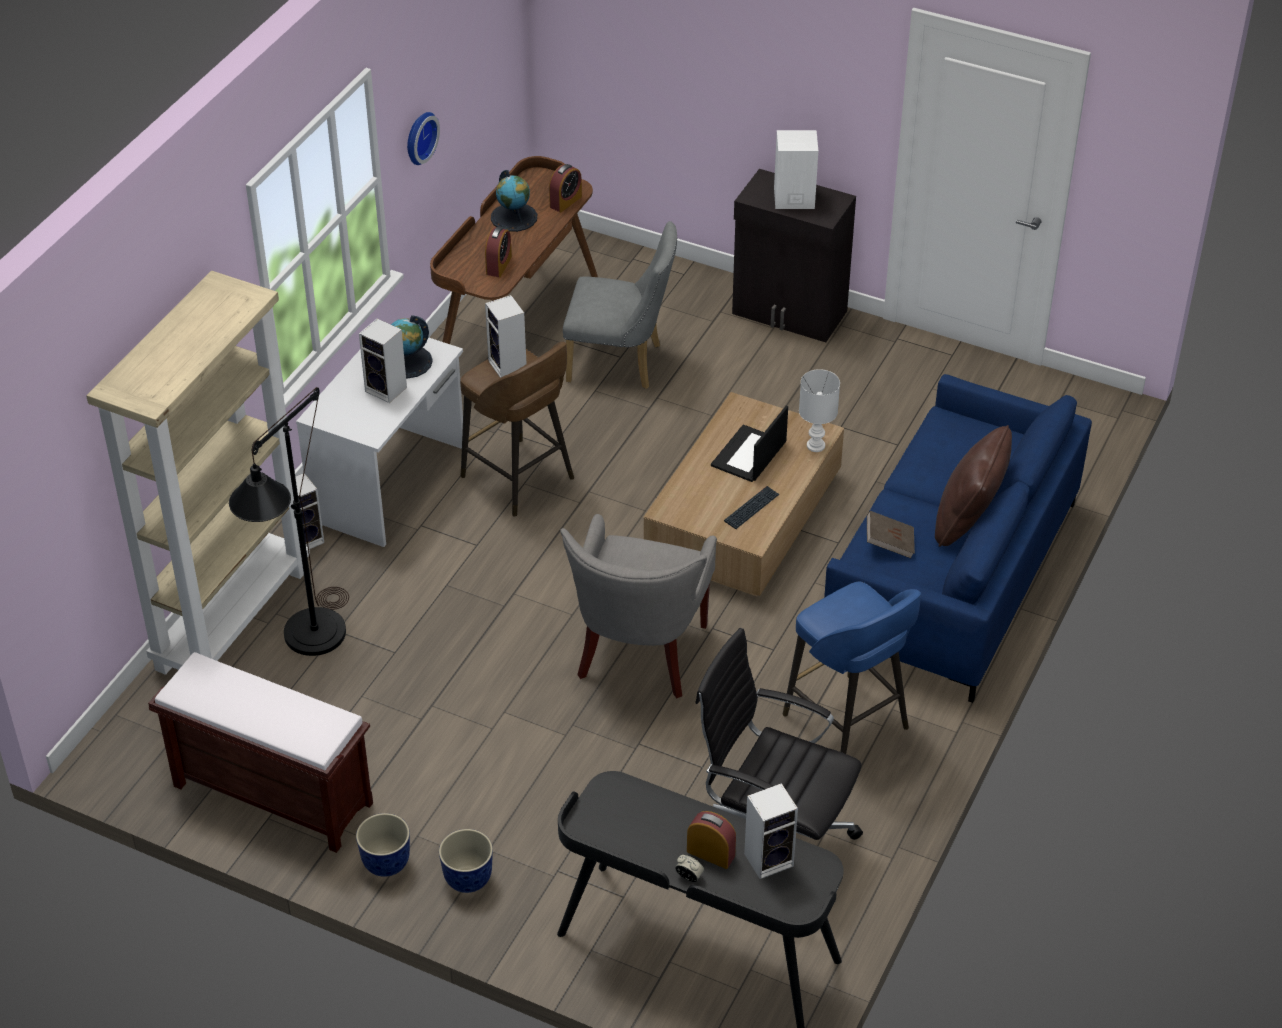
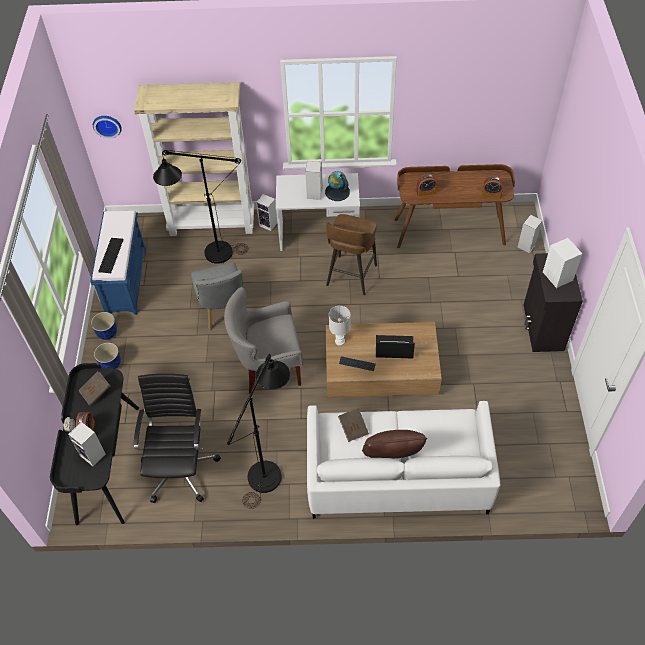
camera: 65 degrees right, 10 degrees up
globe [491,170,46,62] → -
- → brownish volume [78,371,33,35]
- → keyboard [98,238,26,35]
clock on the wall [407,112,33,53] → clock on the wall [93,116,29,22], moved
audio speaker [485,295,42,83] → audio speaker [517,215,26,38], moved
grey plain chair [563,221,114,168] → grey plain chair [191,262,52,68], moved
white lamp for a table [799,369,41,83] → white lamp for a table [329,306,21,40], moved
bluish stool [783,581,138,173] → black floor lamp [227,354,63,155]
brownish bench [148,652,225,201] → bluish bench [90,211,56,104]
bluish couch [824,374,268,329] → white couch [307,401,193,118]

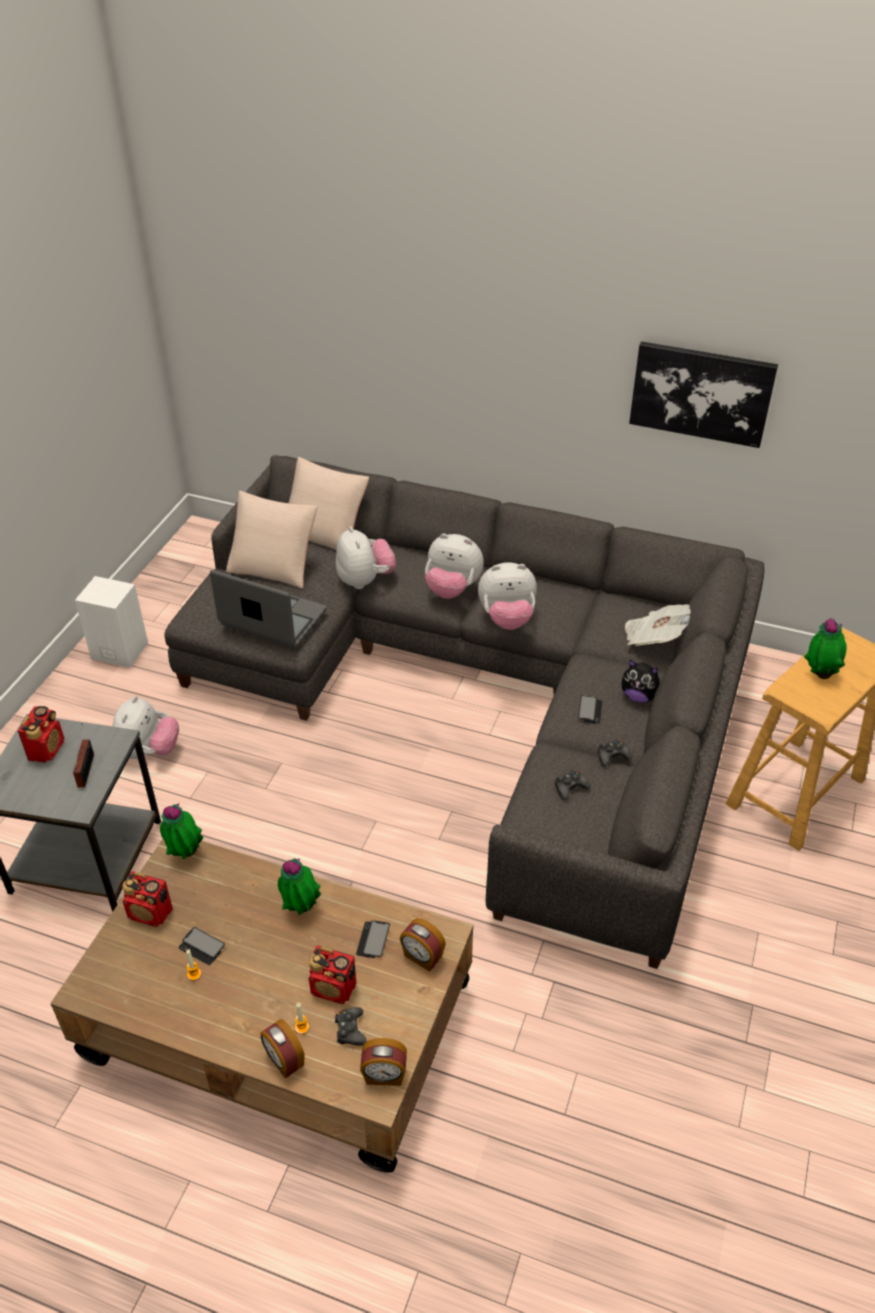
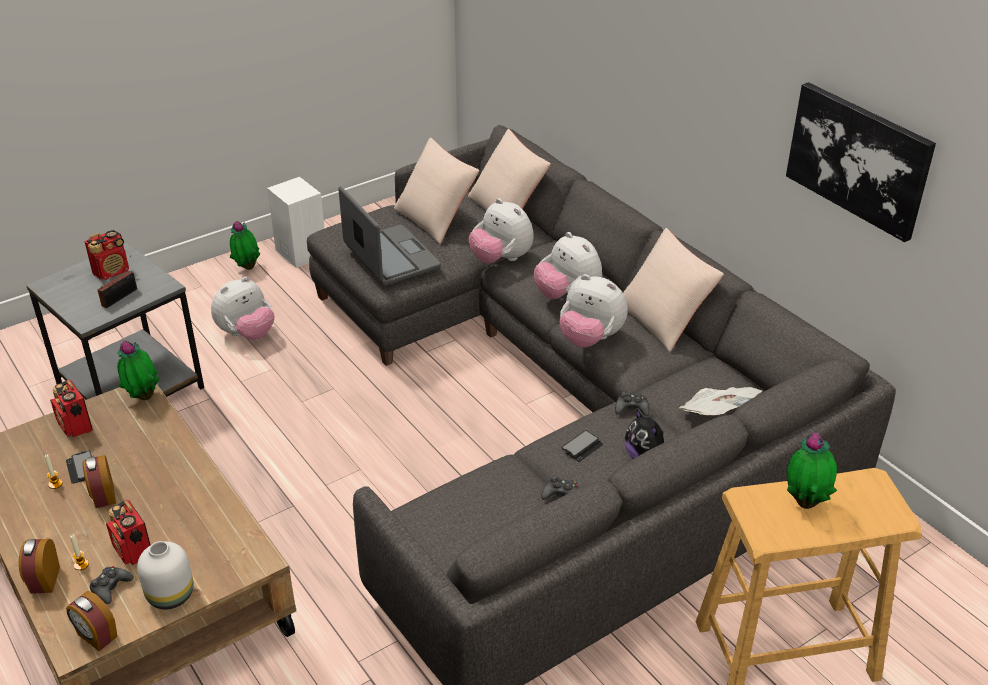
camera: 35 degrees right, 5 degrees down
handset [356,920,34,38] → -
- → white vase [137,541,56,69]
- → beige-coloured cushion [623,228,101,124]
houseplant [278,858,43,57] → houseplant [230,221,30,49], moved
table clock [400,918,46,54] → table clock [83,455,33,53], moved
black gamepad [555,770,35,30] → black gamepad [615,392,34,24], moved
soft toy [336,526,60,63] → soft toy [469,198,65,66], 120 degrees clockwise

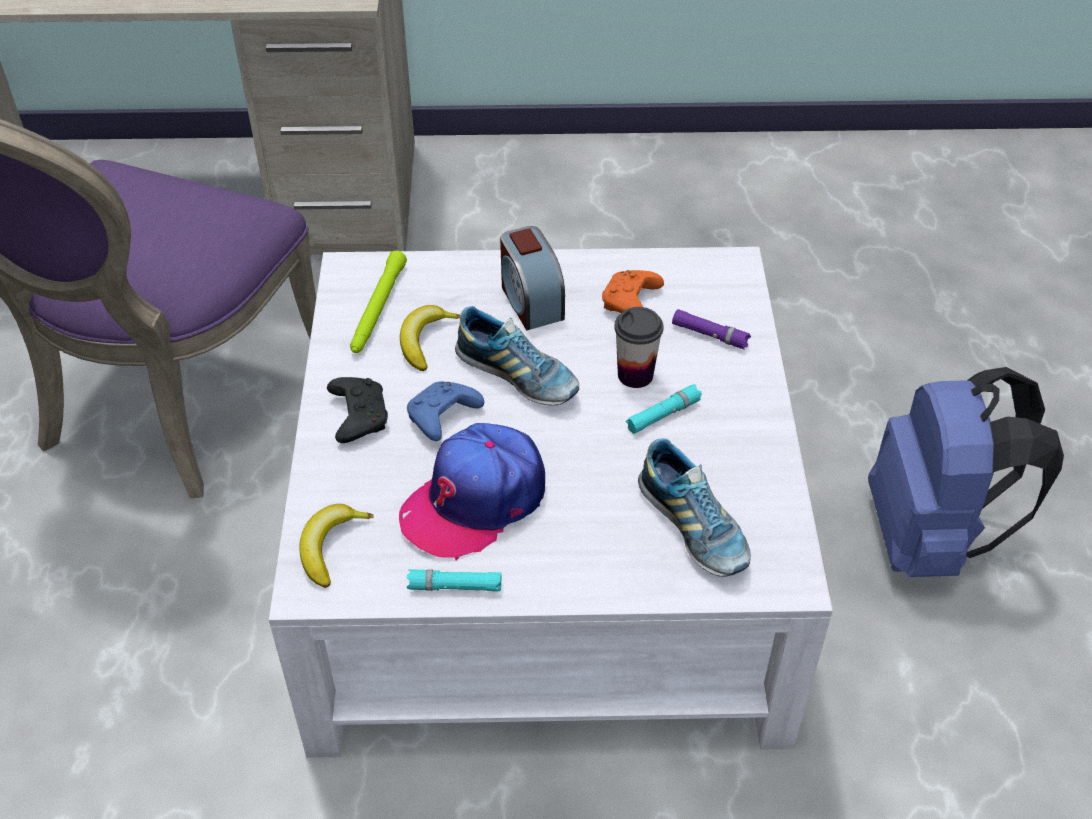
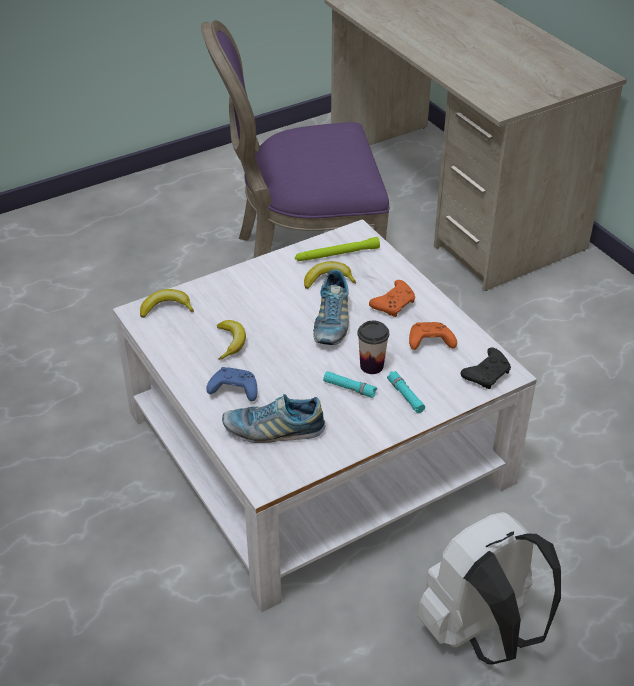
camera: 60 degrees right, 5 degrees down
purple-coloured flashlight [672,309,79,41] → -
black gamepad [327,377,61,66] → black gamepad [461,348,50,41], moved
bluish gamepad [407,381,77,60] → bluish gamepad [206,367,52,34], moved
blue-green flashlight [407,569,94,23] → blue-green flashlight [387,371,38,42], moved
baseball cap [399,423,146,138] → banana [217,320,29,40]
table clock [500,226,65,104] → orangey gamepad [369,280,46,37]
bluish rucksack [868,367,196,210] → white rucksack [417,512,144,153]
shoe [638,439,113,138] → shoe [222,394,104,49], 60 degrees clockwise

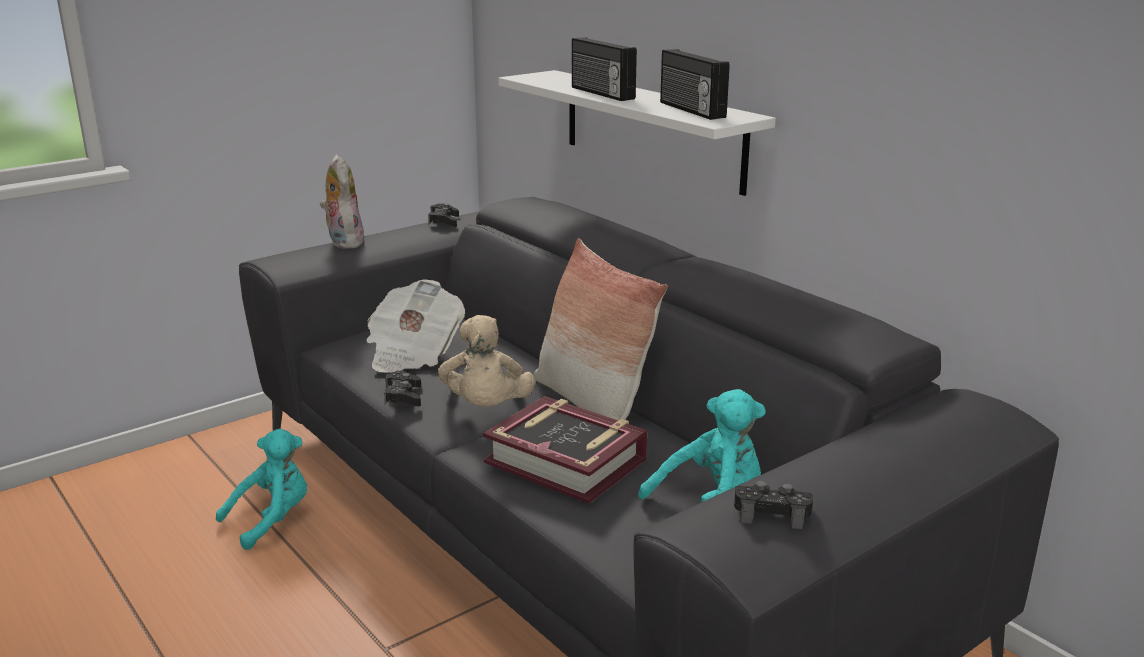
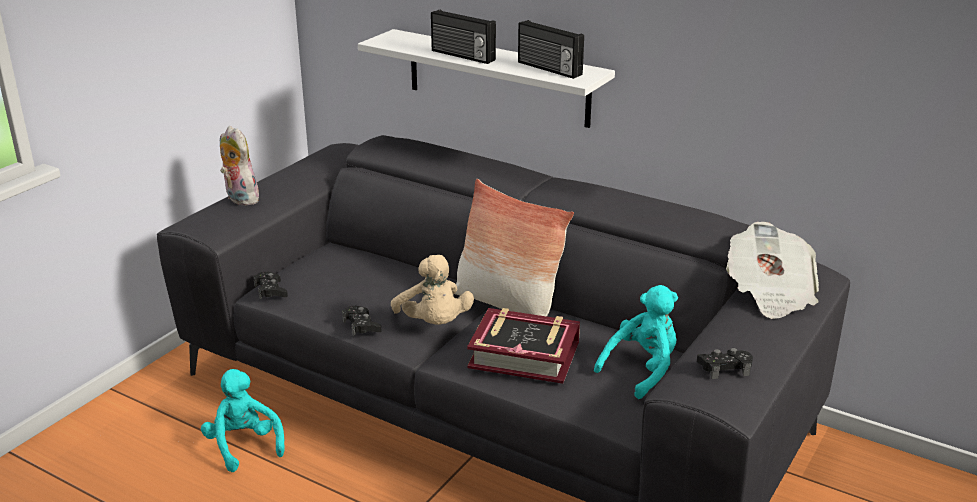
camera: 20 degrees left, 5 degrees up
daily paper [366,280,99,93] → daily paper [726,222,93,97], moved
black gamepad [428,203,31,24] → black gamepad [253,272,35,28], moved
blue-green soft toy [216,429,91,121] → blue-green soft toy [201,369,84,103], 60 degrees counterclockwise

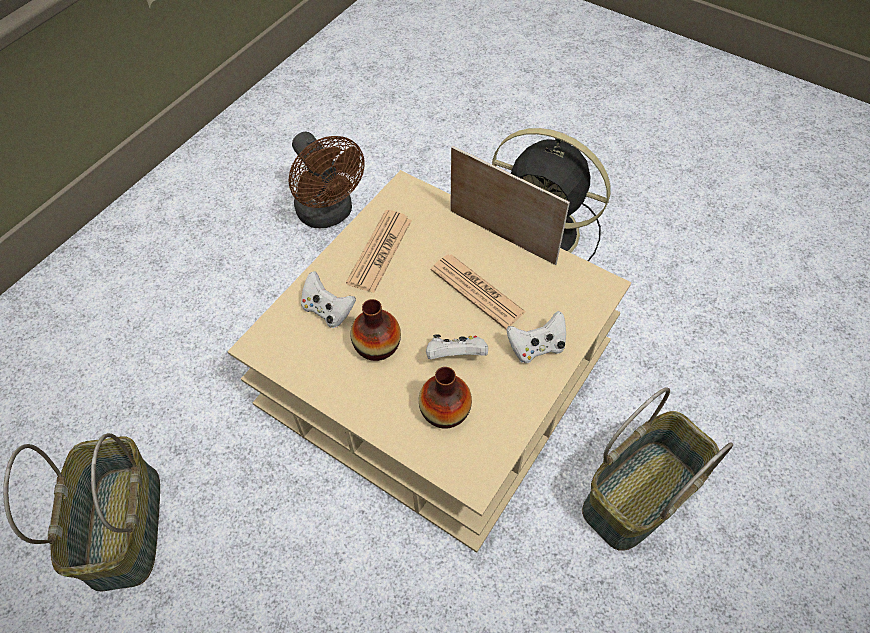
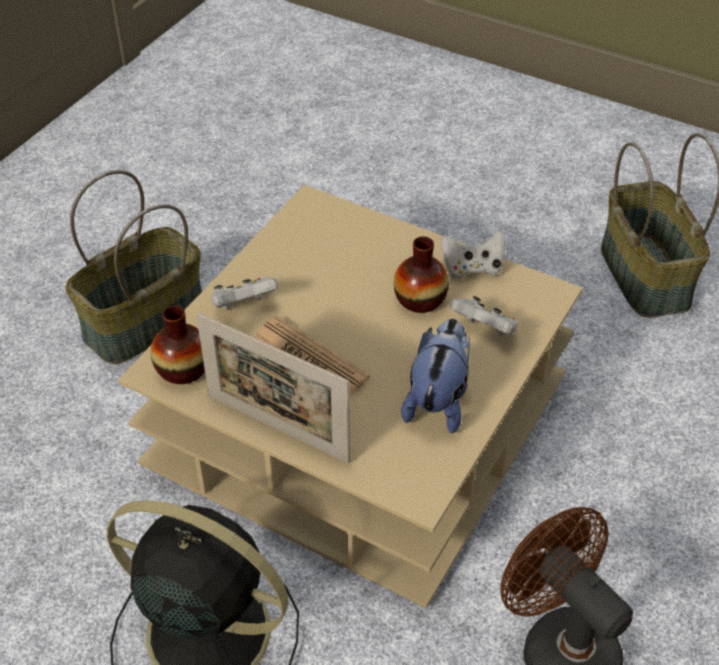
camera: 175 degrees right, 10 degrees down
vase [419,367,53,61] → vase [151,305,54,79], moved
white gamepad [426,334,62,25] → white gamepad [441,230,64,49], moved
daily paper [346,210,66,83] → soft toy [401,319,69,115]

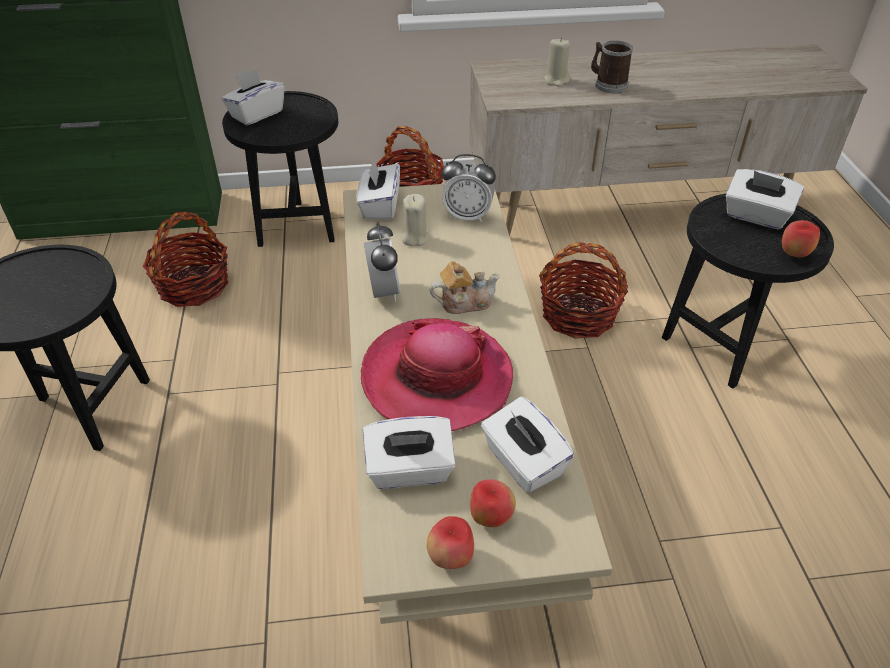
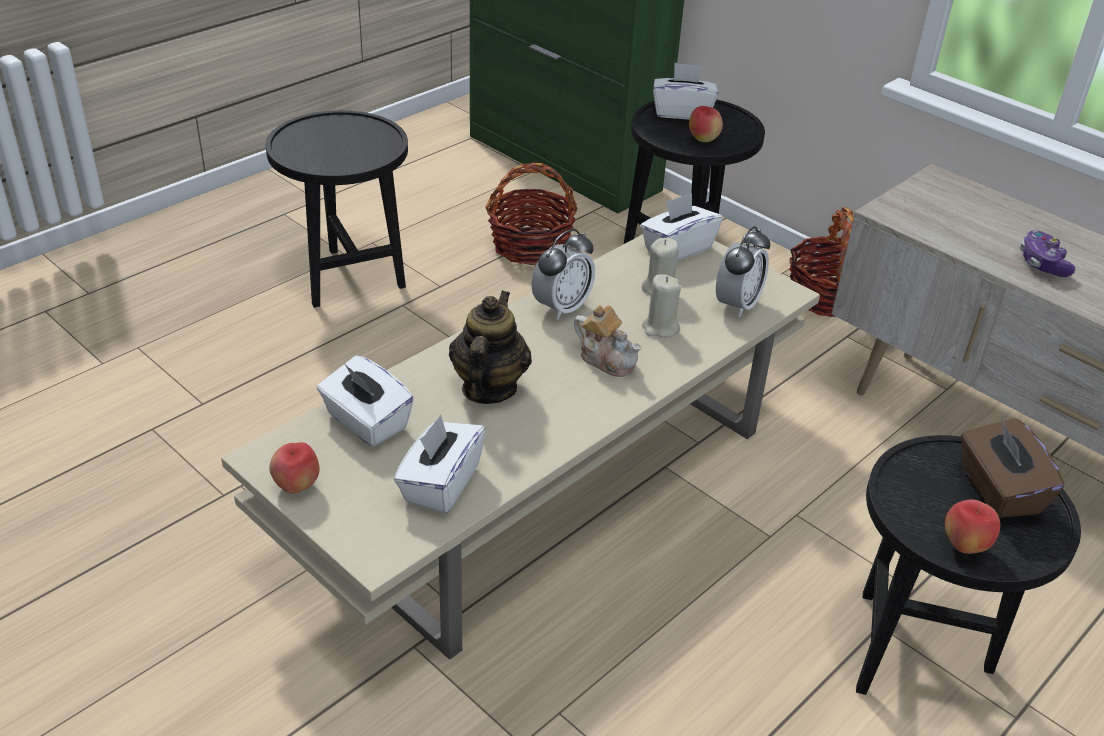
camera: 50 degrees right, 5 degrees down
storage basket [539,242,89,97] → -
whole apple [470,480,46,47] → whole apple [689,106,34,36], moved
beige-coloured wax candle [544,38,26,49] → beige-coloured wax candle [642,274,39,64], moved
hat [361,318,152,113] → pot for tea [449,291,83,113]
coffee mug [591,40,42,53] → gamepad [1020,230,55,47]
white tissue box [726,169,78,61] → brownish tissue box [961,418,103,100]
table clock [442,154,54,69] → table clock [716,226,54,91], 120 degrees counterclockwise

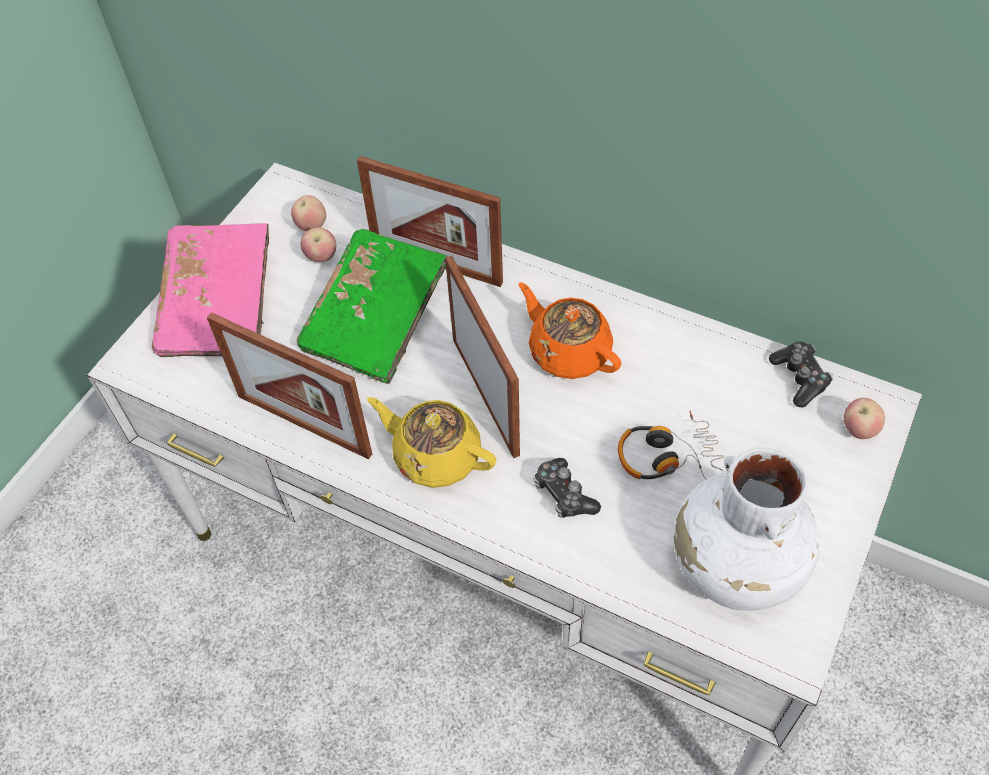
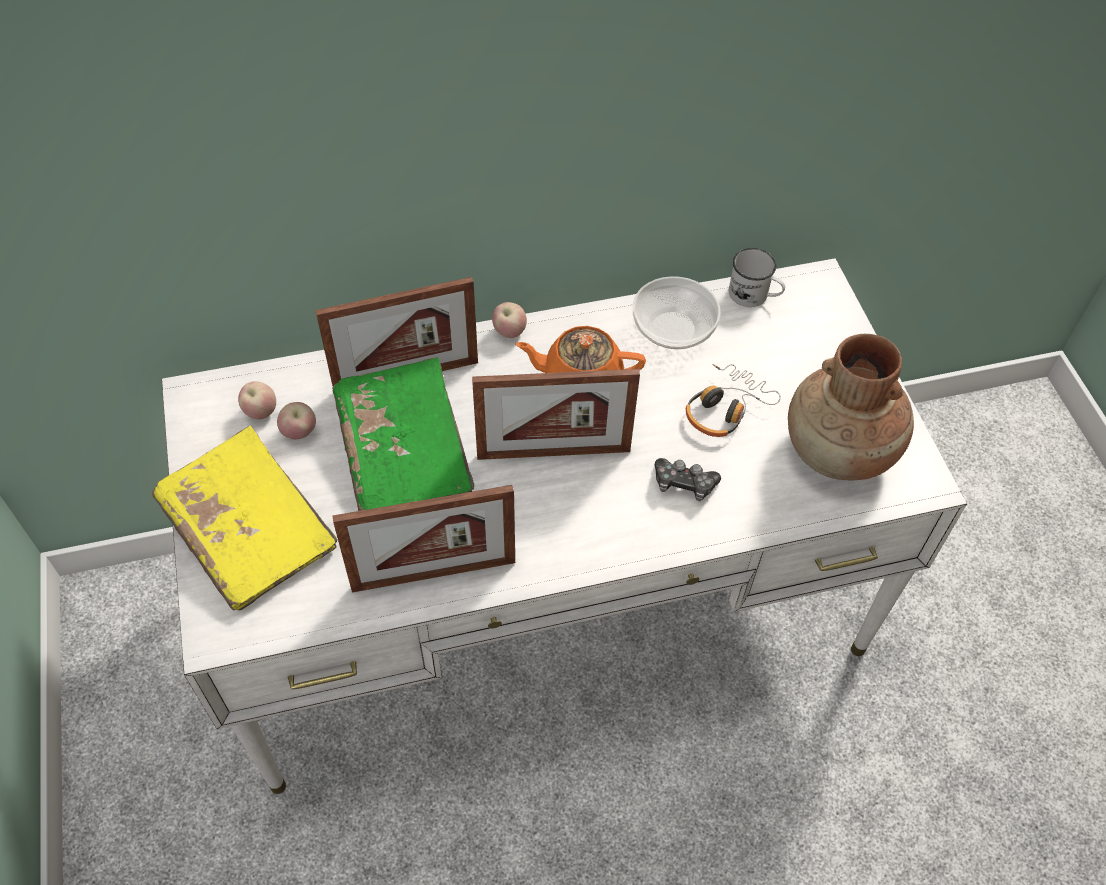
camera: 45 degrees left, 0 degrees up
yellow pot for tea [367,397,130,91] → -
- → serving bowl [633,276,88,73]
whole apple [844,398,41,41] → whole apple [492,302,35,36], moved
gamepad [769,341,64,66] → white coffee mug [729,248,56,59]
pink volume [152,223,117,134] → yellow volume [152,426,185,185]
white vase [674,447,145,164] → brownish vase [788,334,126,146]
picture frame [445,256,75,202] → picture frame [472,369,168,91], 150 degrees clockwise

